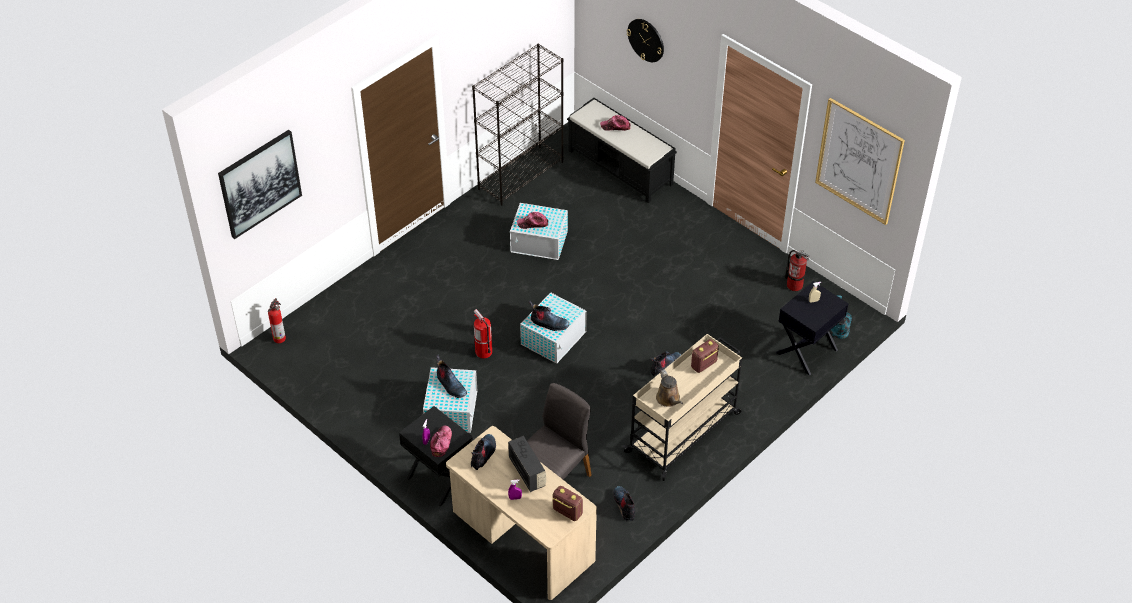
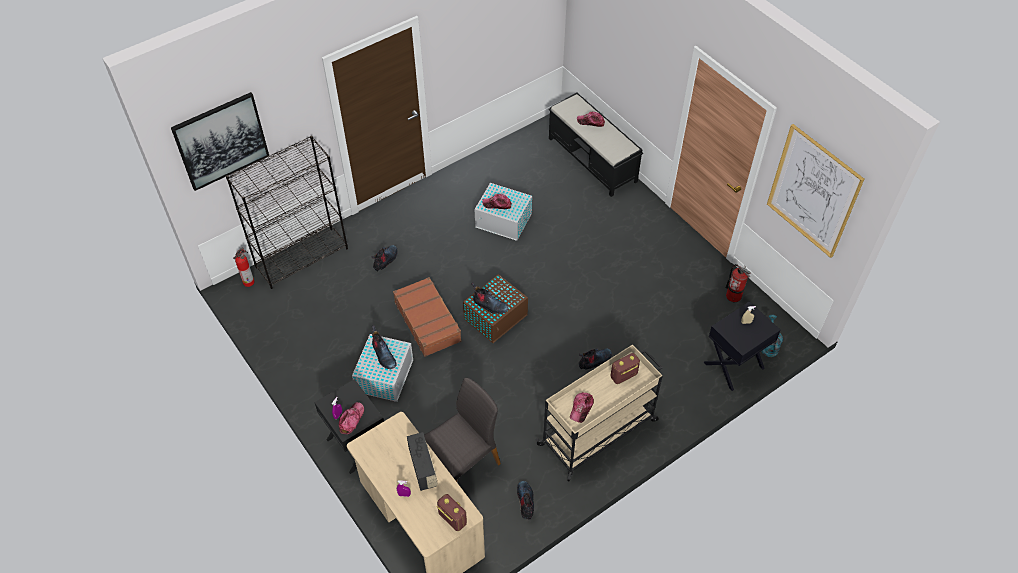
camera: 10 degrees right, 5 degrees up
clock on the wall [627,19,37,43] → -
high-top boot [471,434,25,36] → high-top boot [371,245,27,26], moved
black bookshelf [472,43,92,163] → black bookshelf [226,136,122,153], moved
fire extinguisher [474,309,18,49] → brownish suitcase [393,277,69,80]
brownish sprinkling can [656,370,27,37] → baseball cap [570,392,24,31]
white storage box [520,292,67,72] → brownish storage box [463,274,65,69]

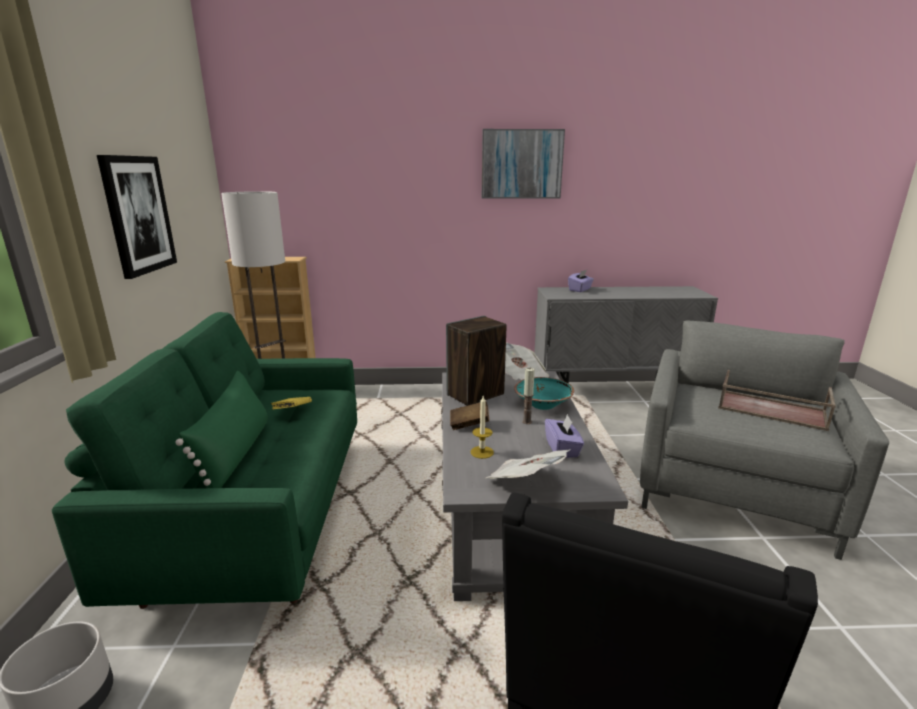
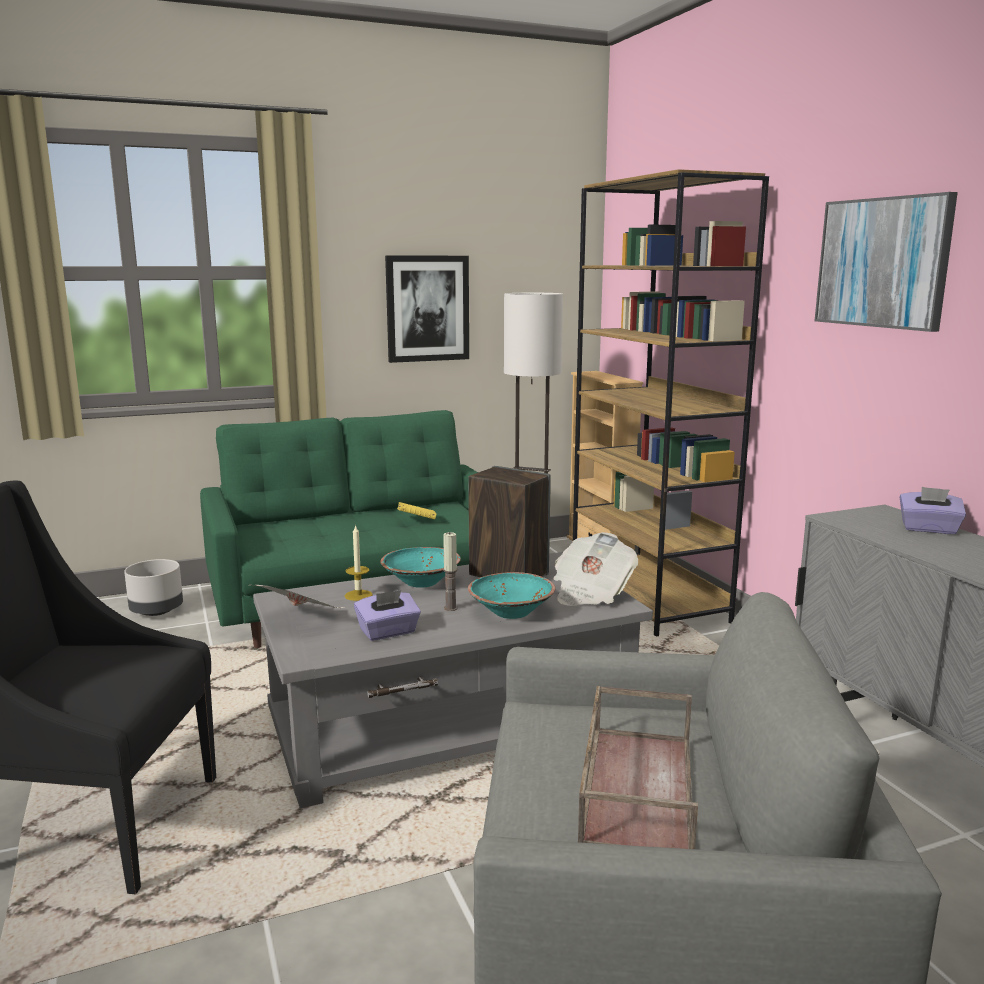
camera: 70 degrees right, 5 degrees down
green-coloured cushion [175,371,93,117] → -
- → brownish bookshelf [573,169,196,468]
brownish volume [450,402,39,28] → blue-green serving bowl [381,547,80,41]

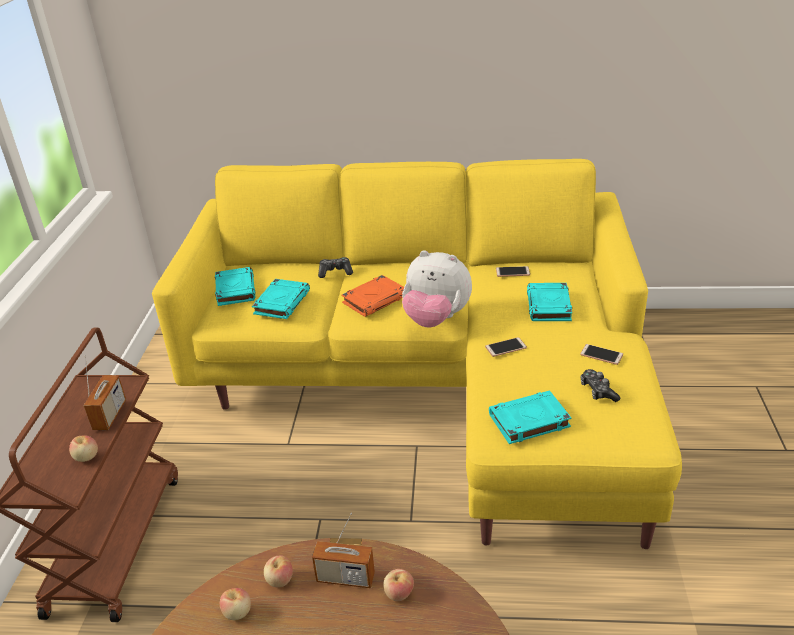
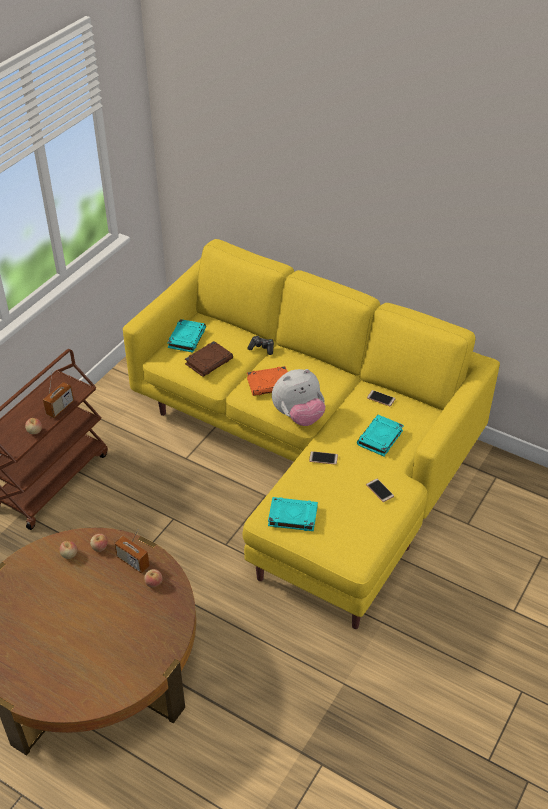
camera: 25 degrees right, 10 degrees up
gamepad [580,369,40,33] → -
blue-green volume [252,279,58,40] → brownish volume [185,341,48,36]
soft toy [402,251,70,76] → soft toy [272,369,53,57], 75 degrees counterclockwise

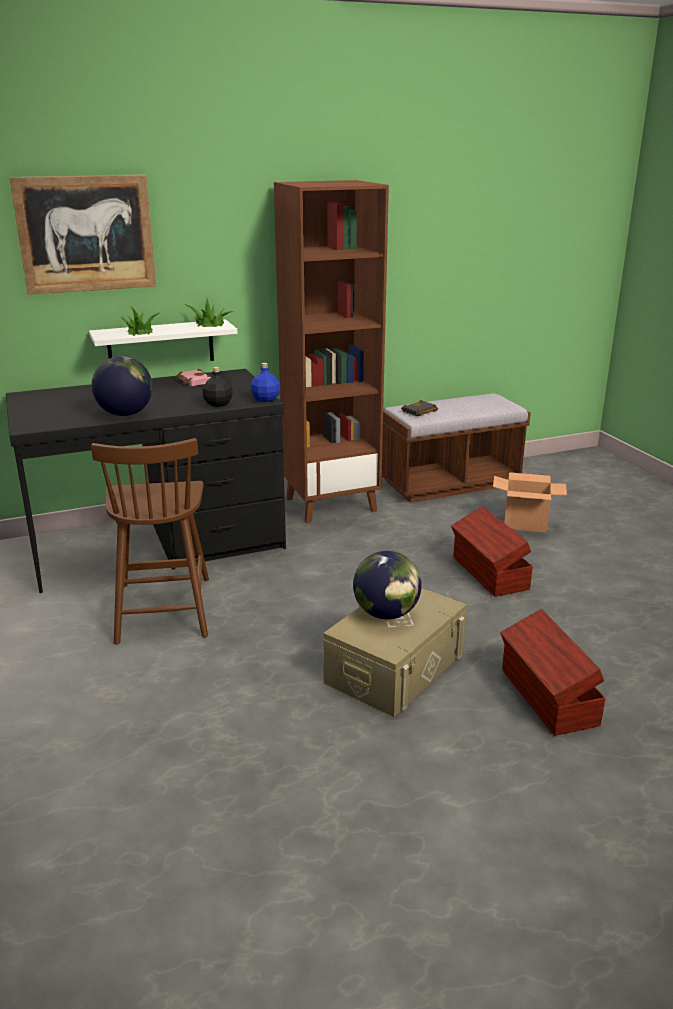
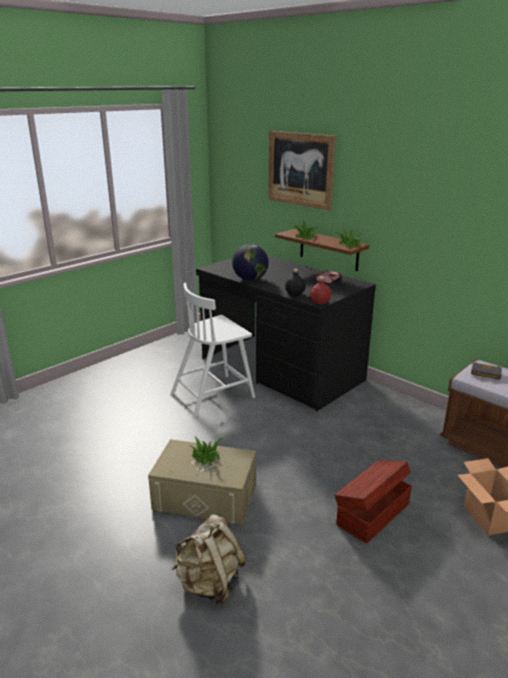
camera: 65 degrees right, 0 degrees up
brownish bookshelf [274,180,115,343] → -
globe [353,551,69,68] → houseplant [191,436,33,29]
brownish storage box [500,609,106,127] → beige-coloured rucksack [171,514,76,91]
white wall shelf [89,319,149,42] → brownish wall shelf [275,229,94,42]
brownish plain chair [91,438,118,207] → white plain chair [171,283,84,134]
bluish drink bottle [251,363,29,39] → red-coloured drink bottle [310,276,22,29]

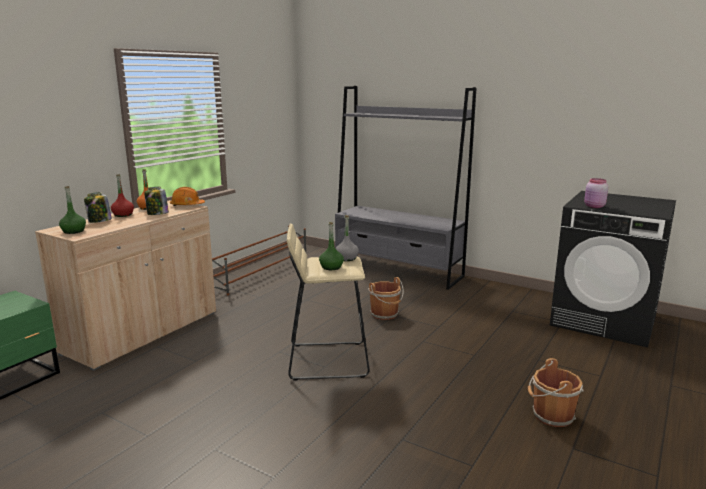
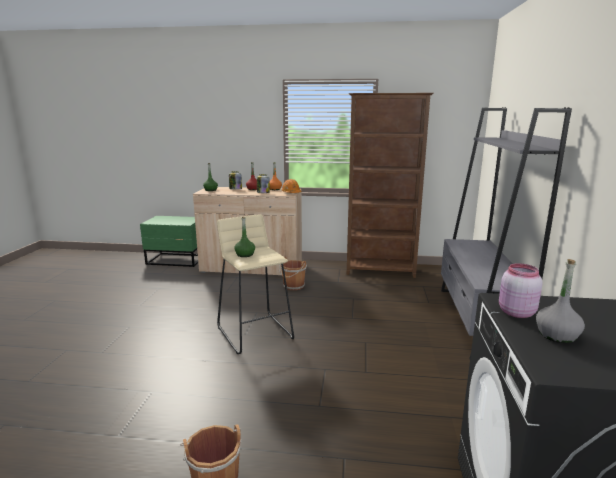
camera: 65 degrees right, 0 degrees up
grey drink bottle [336,215,23,46] → grey drink bottle [536,259,49,84], moved
brownish bucket [368,277,36,43] → brownish bucket [279,256,28,34], moved
brownish shoe shelf [212,226,94,70] → brownish bookshelf [347,93,87,185]

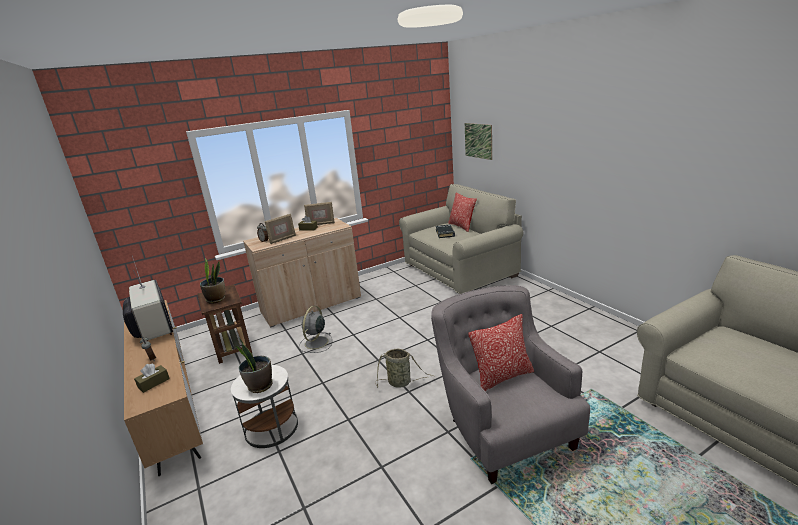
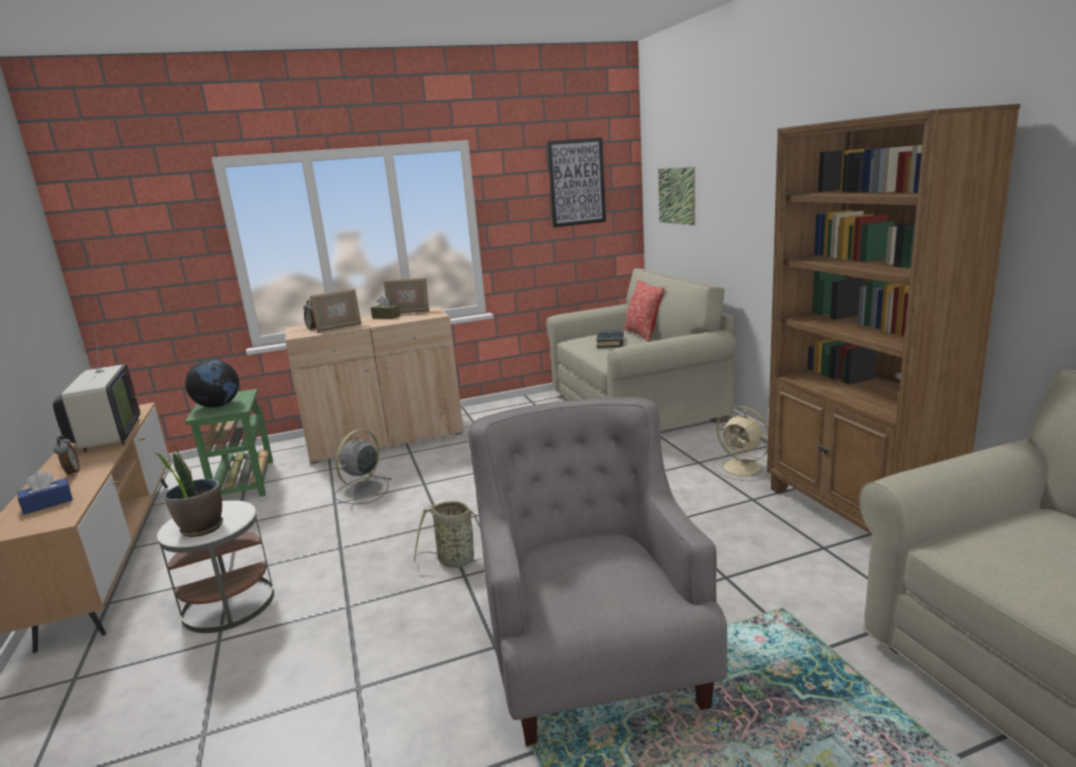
camera: 10 degrees right, 5 degrees down
cushion [468,314,66,77] → -
- → picture [547,137,59,90]
- → beige-coloured fan [713,406,58,75]
- → brownish bookshelf [767,104,253,431]
houseplant [200,258,25,46] → globe [185,359,54,49]
brownish tissue box [134,364,36,29] → bluish tissue box [17,471,56,44]
brownish end table [198,284,54,80] → green-coloured end table [185,389,88,108]

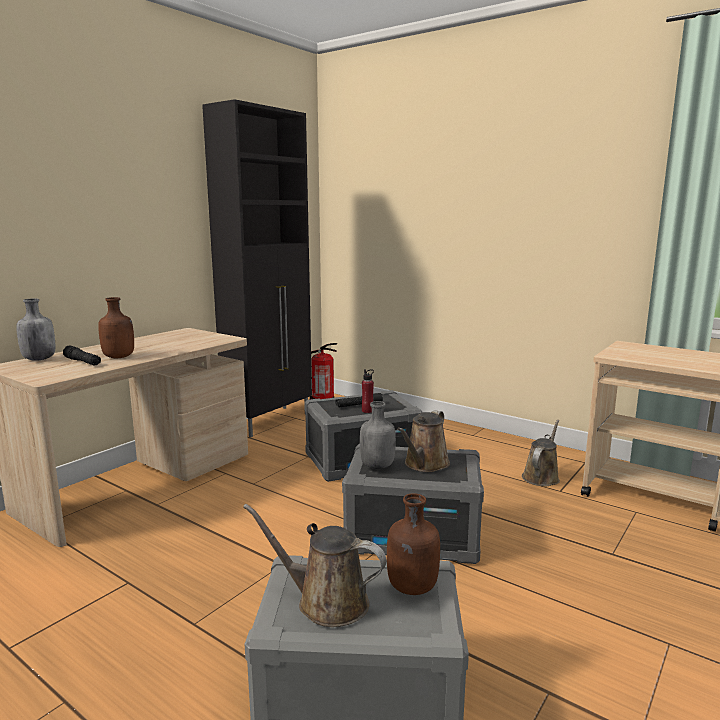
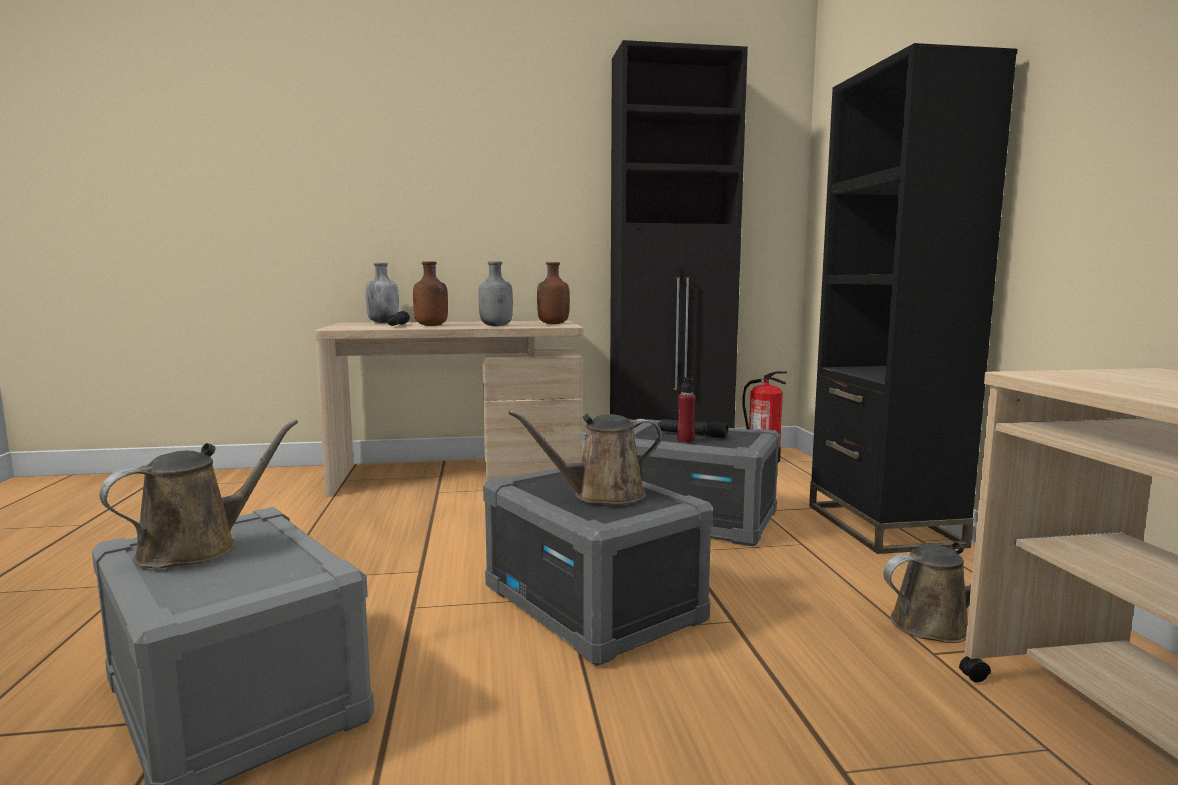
camera: 45 degrees right, 5 degrees down
- → black bookshelf [809,43,209,511]
grey drink bottle [360,401,36,68] → grey drink bottle [479,261,34,65], moved
brownish drink bottle [387,493,53,102] → brownish drink bottle [537,262,33,62], moved
brownish sprinkling can [243,504,144,123] → brownish sprinkling can [99,419,199,149], 60 degrees clockwise

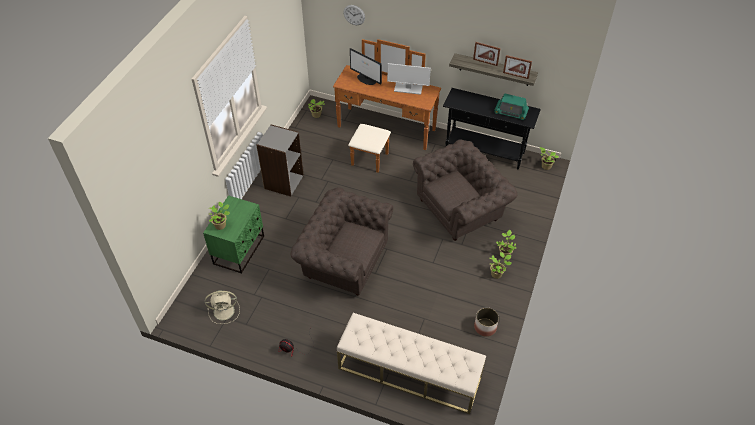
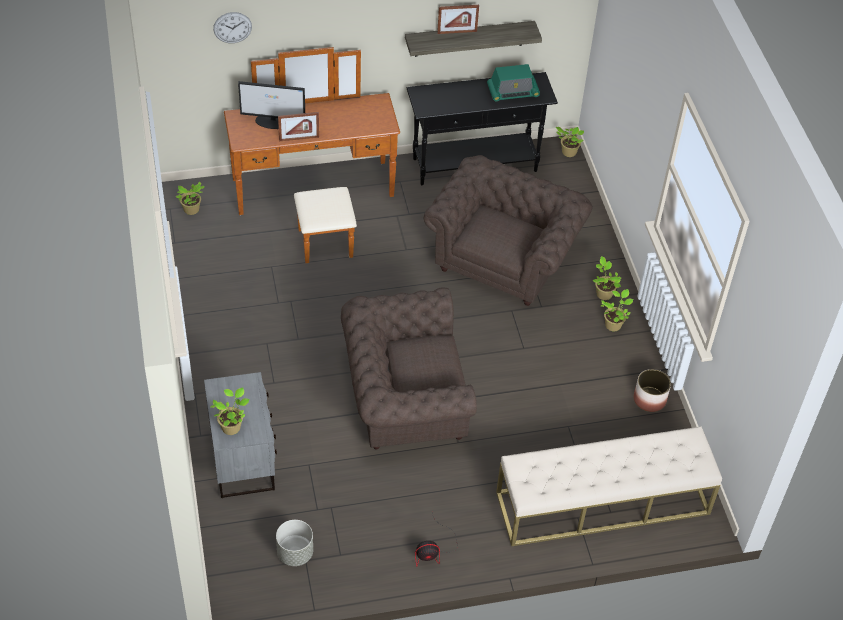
camera: 35 degrees left, 0 degrees up
grey bookshelf [257,125,47,71] → -
monitor [387,63,44,32] → -
picture frame [503,55,29,24] → picture frame [278,112,41,30], moved
beige-coloured fan [205,290,35,34] → grey plant pot [276,520,37,46]
green-coloured nightstand [203,195,61,79] → grey nightstand [204,372,73,126]

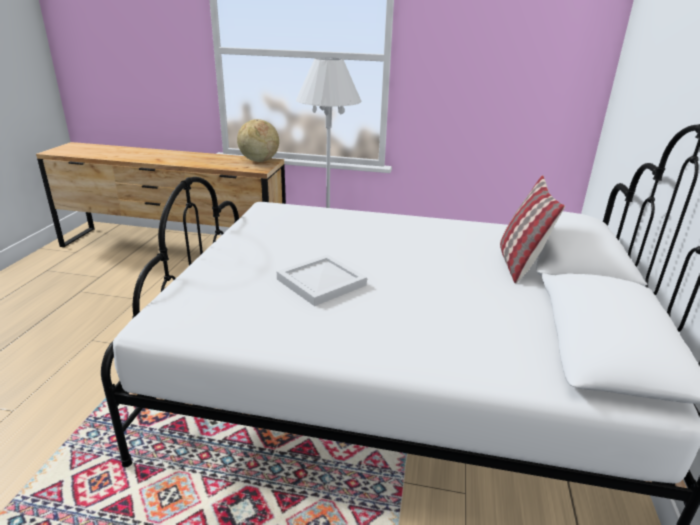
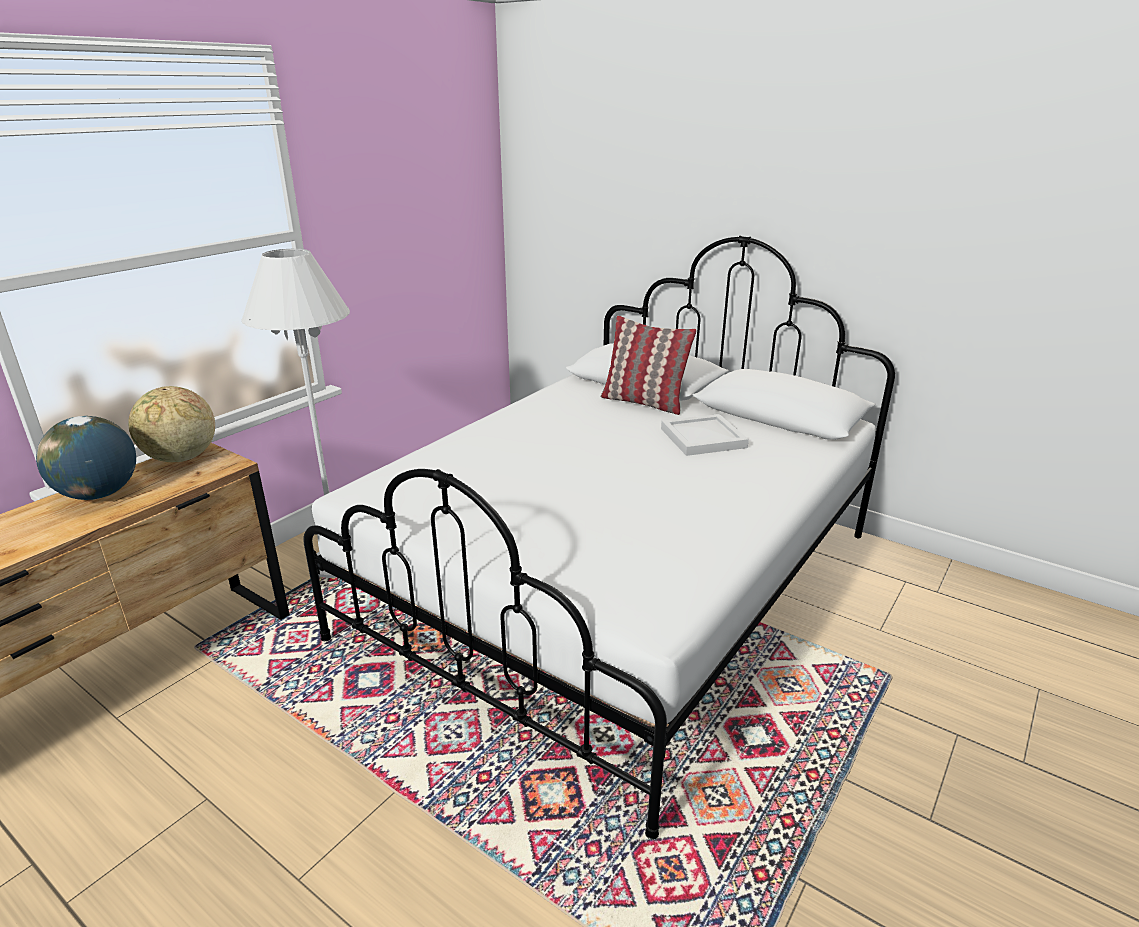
camera: 65 degrees left, 0 degrees up
- → globe [36,416,100,84]
white tray [277,254,90,52] → white tray [661,414,88,42], moved

